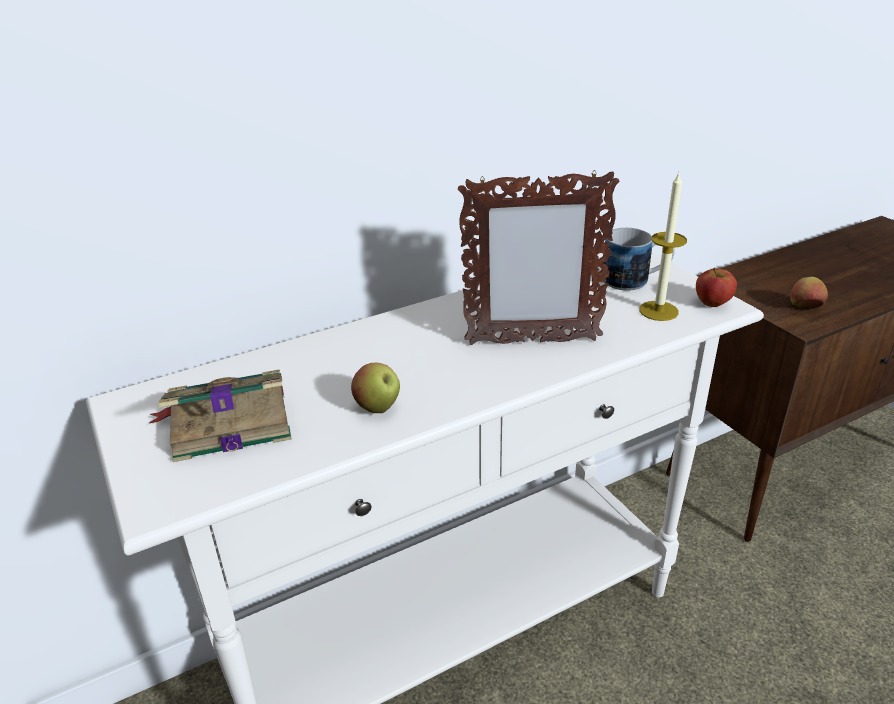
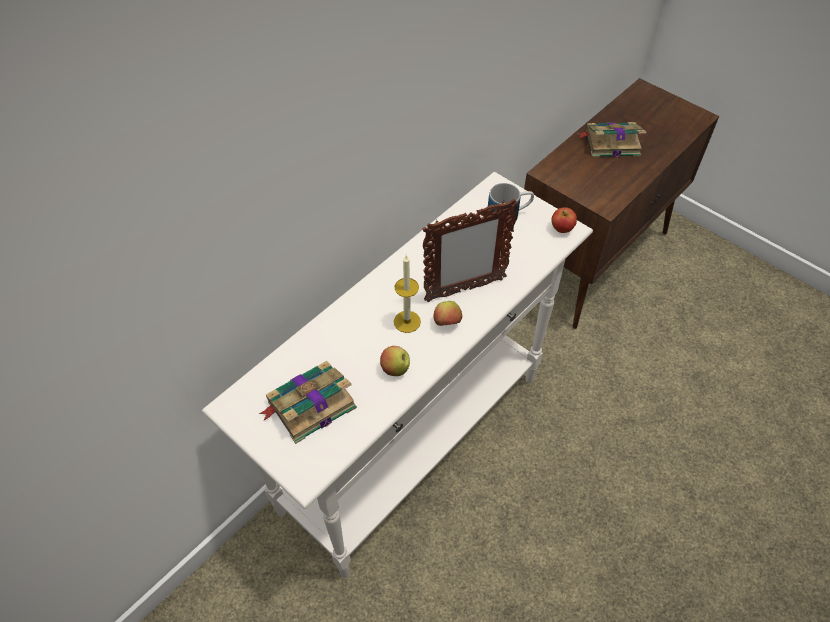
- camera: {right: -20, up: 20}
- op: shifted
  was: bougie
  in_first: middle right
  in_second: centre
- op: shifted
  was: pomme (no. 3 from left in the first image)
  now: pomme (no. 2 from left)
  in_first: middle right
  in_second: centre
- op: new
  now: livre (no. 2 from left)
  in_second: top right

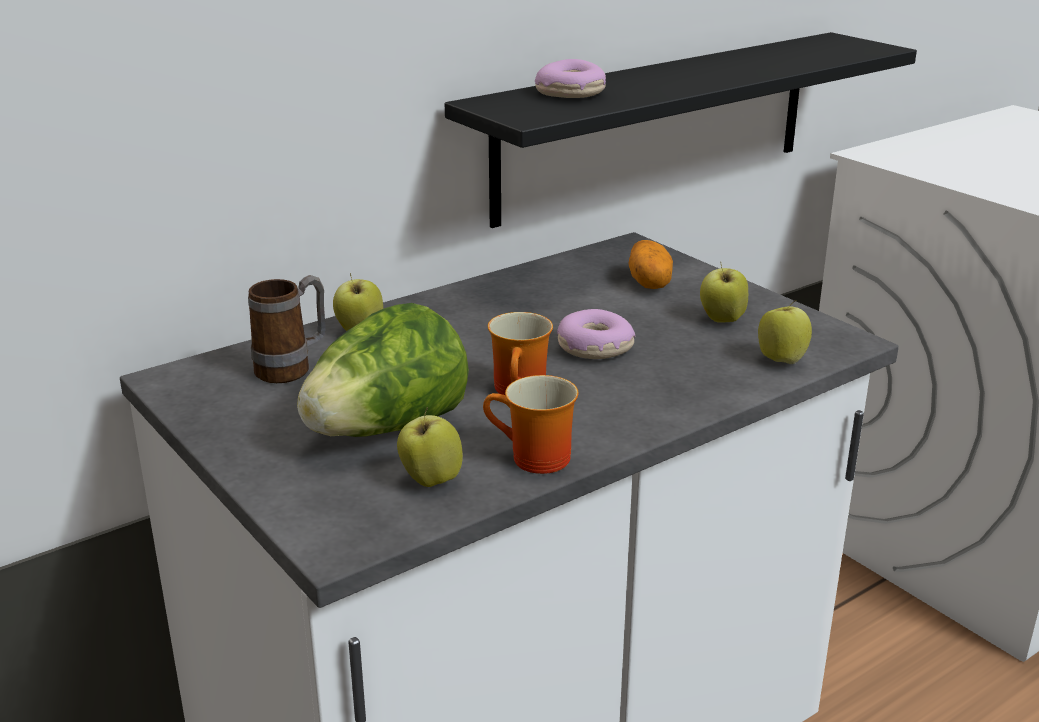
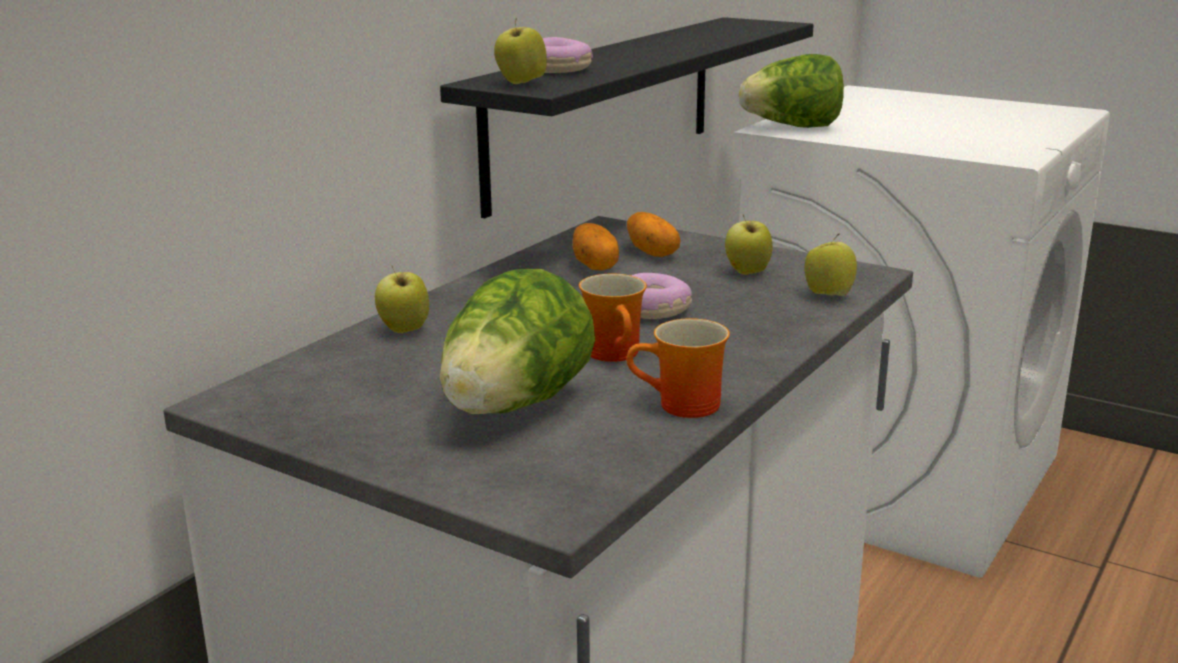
- camera: {right: -20, up: -5}
- op: shifted
  was: pomme (no. 2 from left)
  in_first: centre
  in_second: top centre
- op: new
  now: pomme de terre (no. 1 from left)
  in_second: centre
- op: new
  now: laitue (no. 2 from left)
  in_second: top right
- op: gone
  was: mug (no. 1 from left)
  in_first: middle left

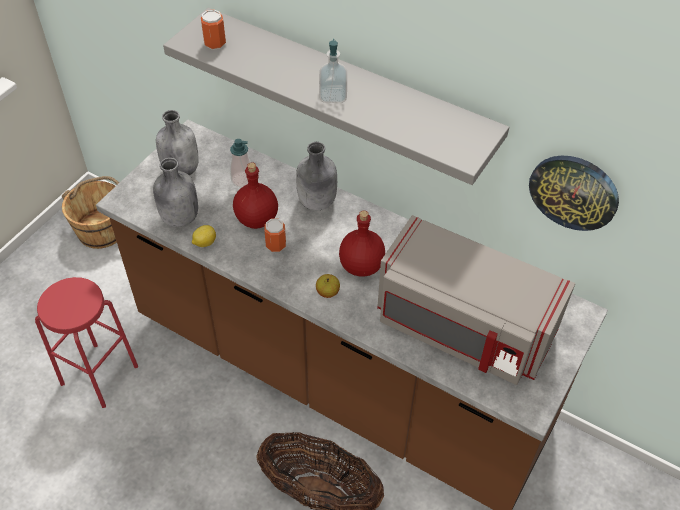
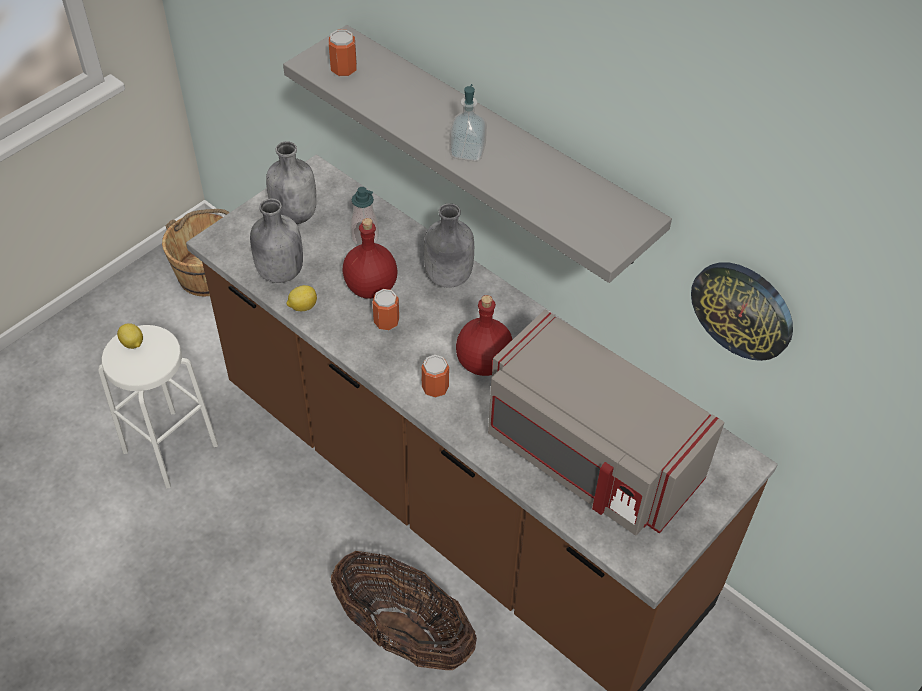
- camera: {right: 10, up: 0}
- op: repainted
  was: tabouret (rouge)
  now: tabouret (blanc)
  in_first: bottom left
  in_second: middle left
- op: new
  now: citron (no. 1 from left)
  in_second: middle left
- op: swapped
  was: pomme
  now: boîte métallique (no. 3 from left)
  in_first: centre
  in_second: centre

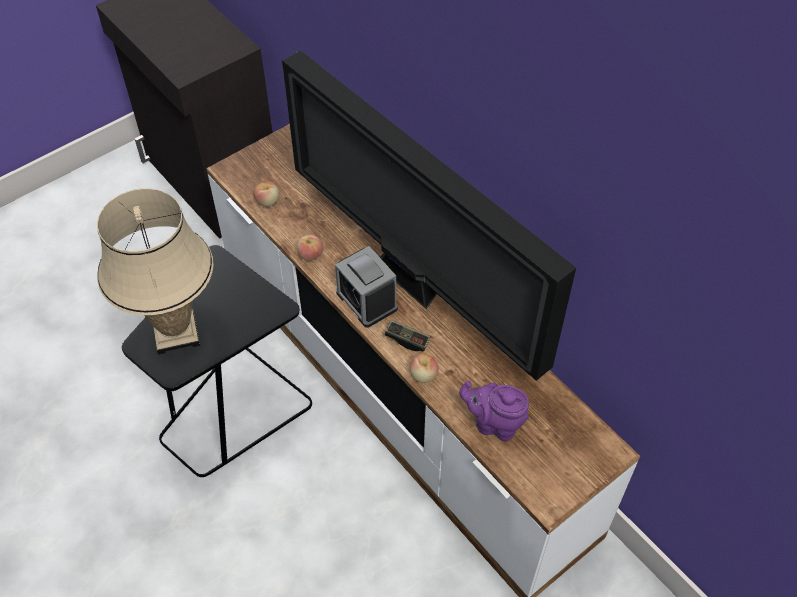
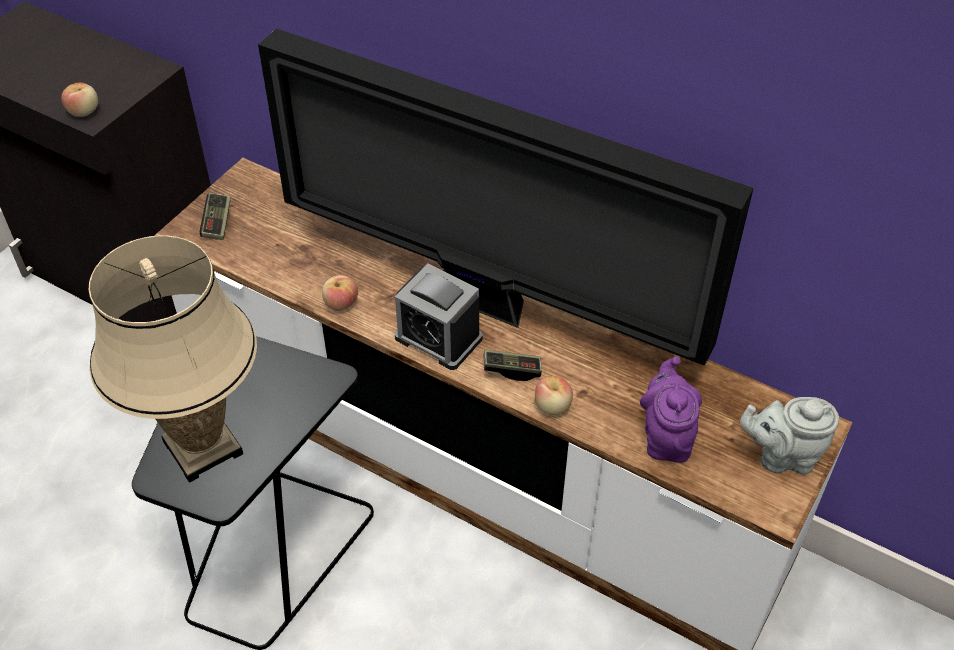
- camera: {right: -20, up: -5}
- op: shifted
  was: pomme (no. 1 from left)
  in_first: top centre
  in_second: top left
- op: new
  now: manette (no. 1 from left)
  in_second: top left
- op: rotated
  was: théière (violet)
  in_first: bottom centre
  in_second: middle right
  clockwise: 90
- op: new
  now: théière (gris)
  in_second: bottom right

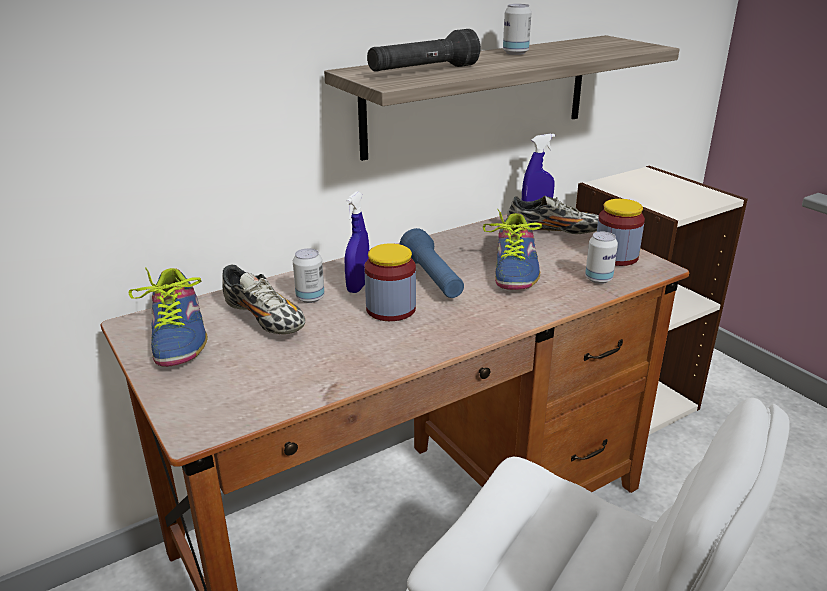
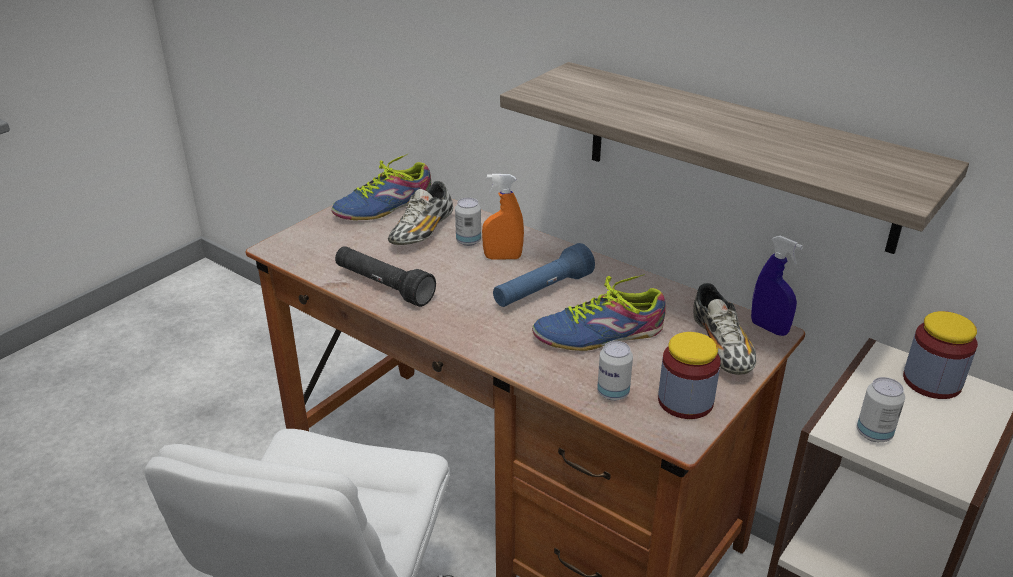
- camera: {right: 70, up: 5}
- op: shifted
  was: lampe de poche (noir)
  in_first: top centre
  in_second: centre
- op: repainted
  was: vaporisateur (bleu) (no. 1 from left)
  now: vaporisateur (orange)
  in_first: centre
  in_second: centre
- op: shifted
  was: boîte métallique (no. 2 from left in the first image)
  now: boîte métallique (no. 3 from left)
  in_first: top centre
  in_second: bottom right
- op: shifted
  was: bocal (no. 1 from left in the first image)
  now: bocal (no. 2 from left)
  in_first: centre
  in_second: middle right

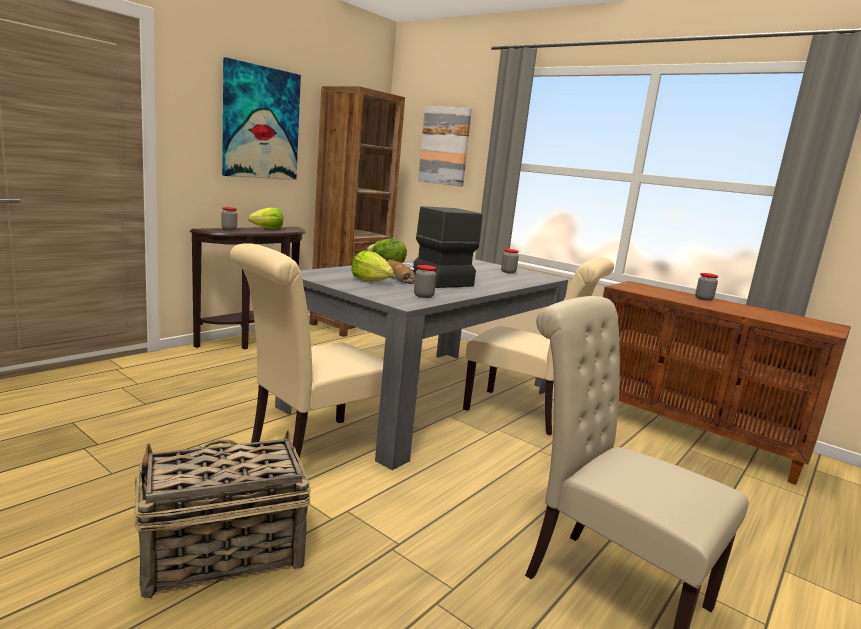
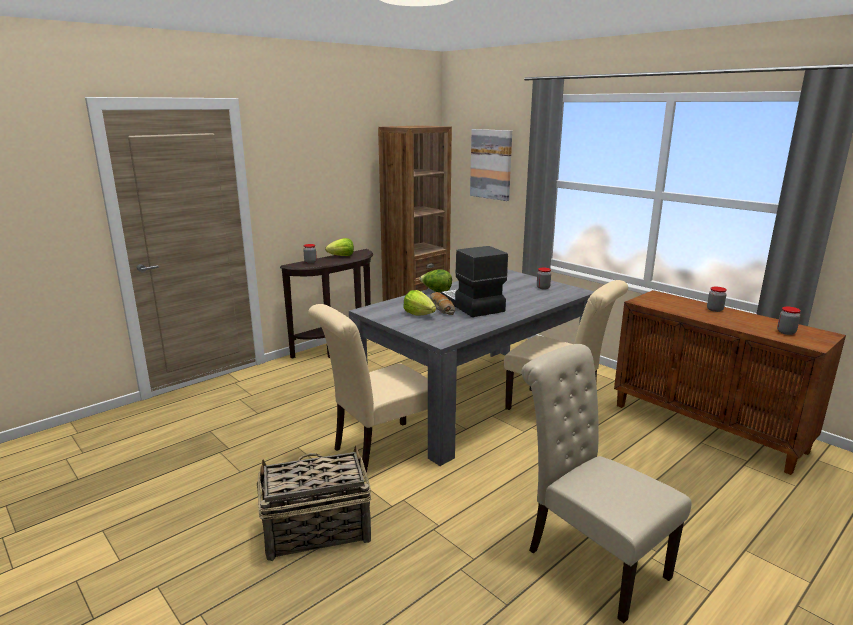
- camera: {right: 10, up: 5}
- op: shifted
  was: bocal (no. 2 from left in the first image)
  now: bocal (no. 4 from left)
  in_first: centre
  in_second: middle right
- op: gone
  was: tableau (no. 1 from left)
  in_first: top left

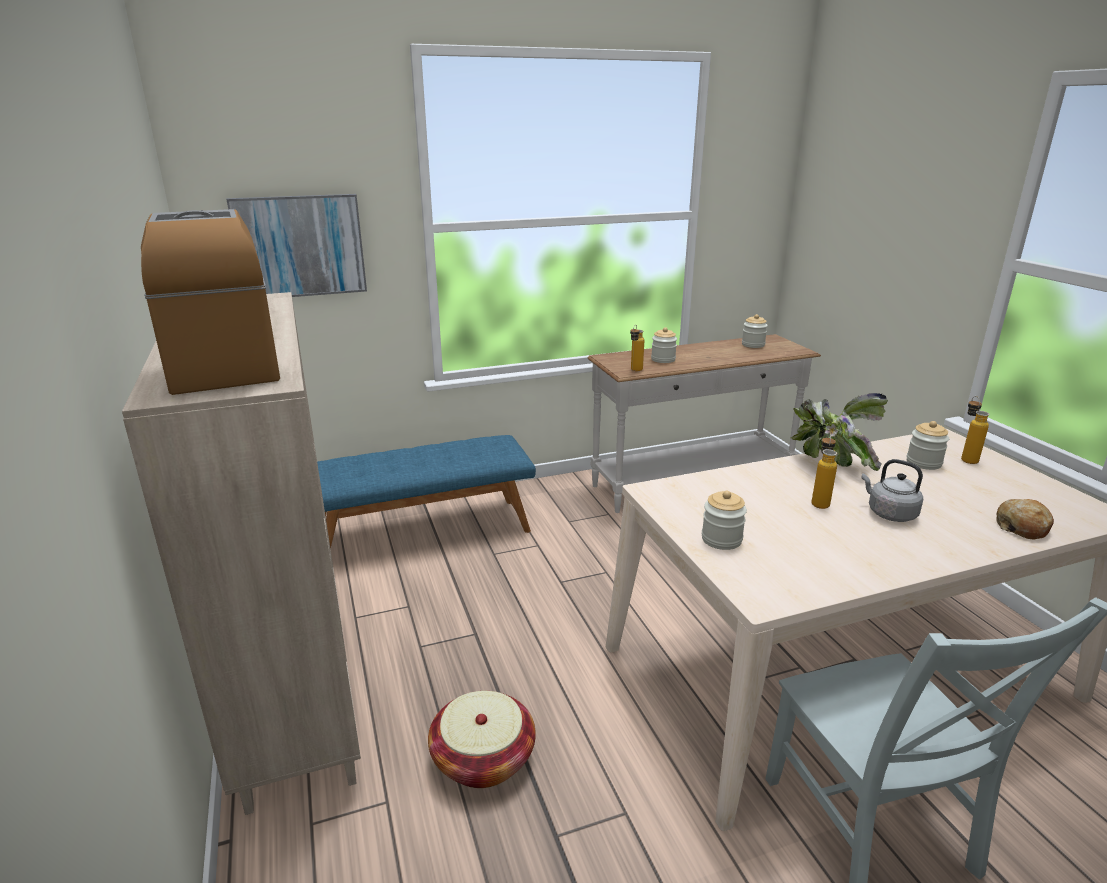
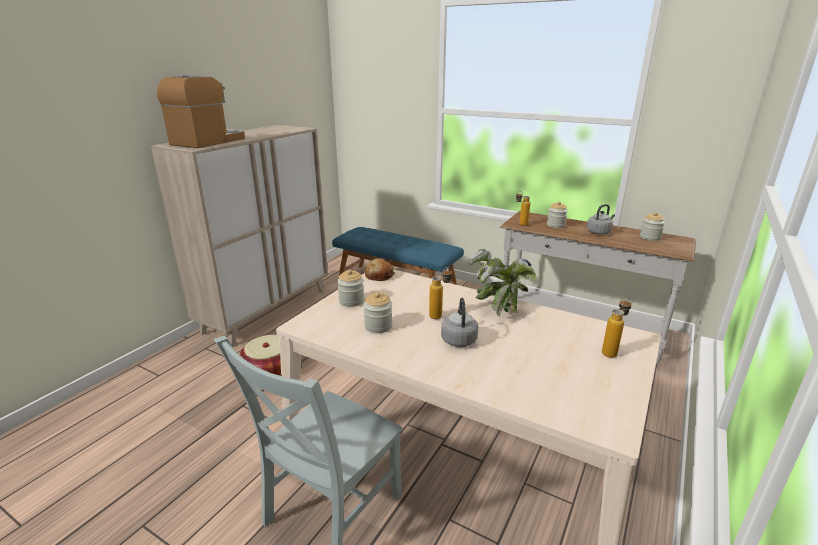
- camera: {right: 50, up: 0}
- op: shifted
  was: bocal (no. 4 from left in the first image)
  now: bocal (no. 2 from left)
  in_first: middle right
  in_second: centre
- op: shifted
  was: pain
  in_first: middle right
  in_second: centre
- op: new
  now: bouilloire (gris) (no. 2 from left)
  in_second: middle right
- op: gone
  was: tableau
  in_first: top left

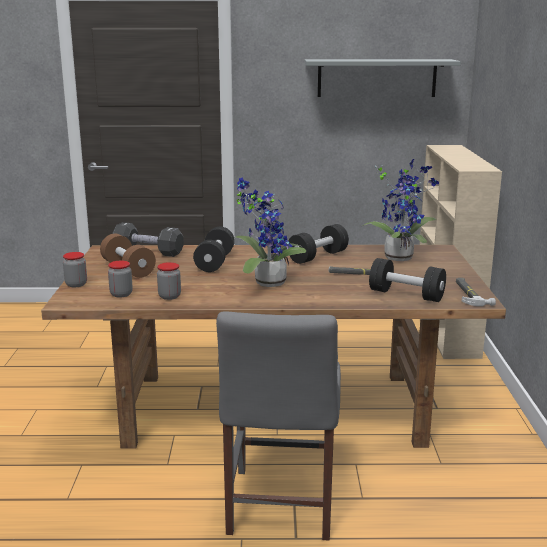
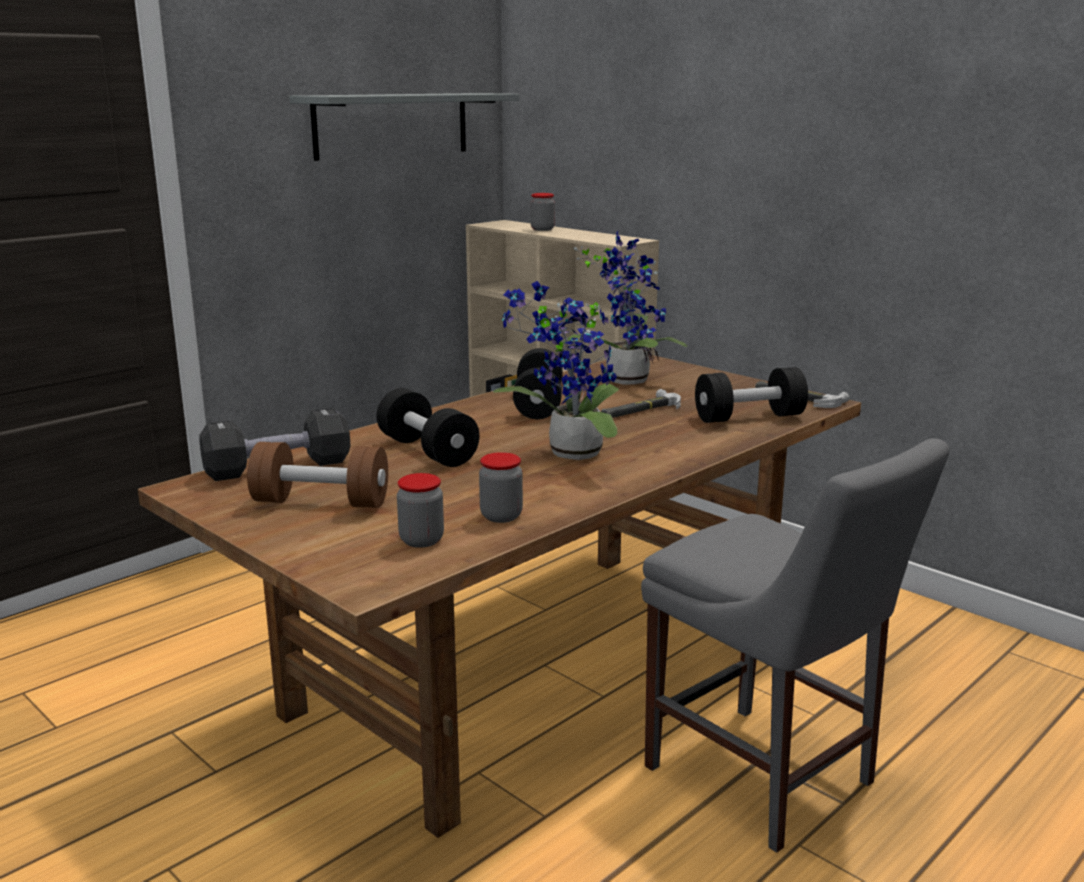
- camera: {right: -45, up: 0}
- op: shifted
  was: bocal (no. 1 from left in the first image)
  now: bocal (no. 3 from left)
  in_first: middle left
  in_second: top centre

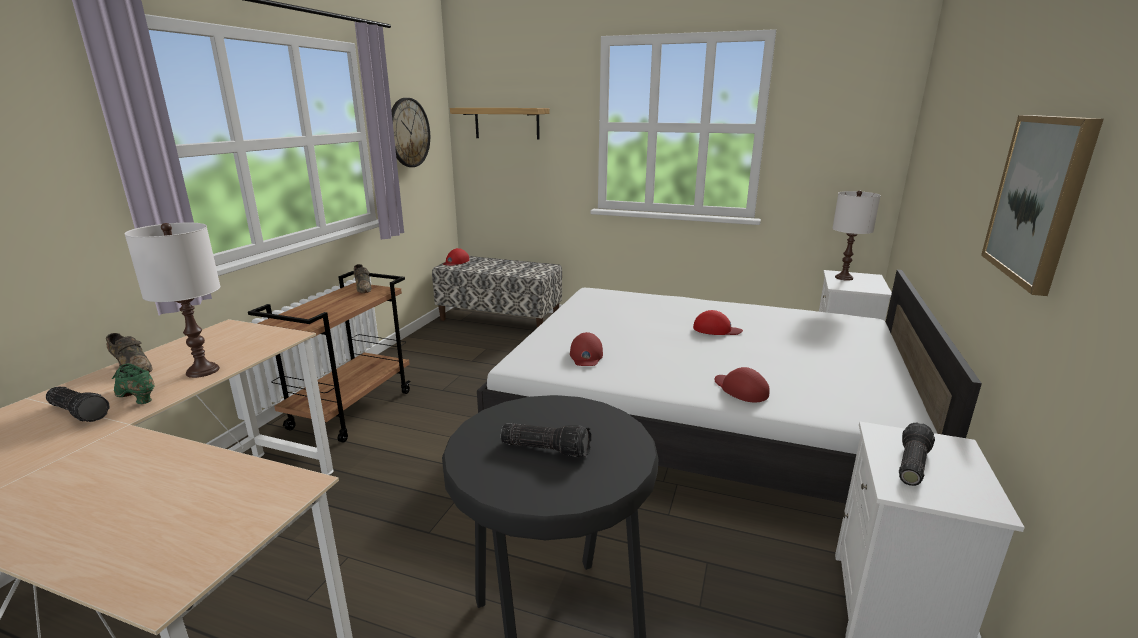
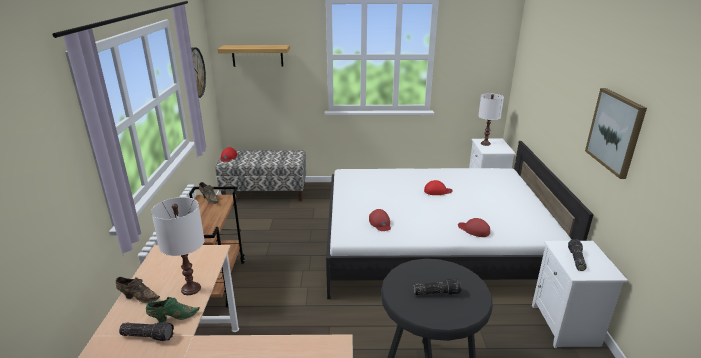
- camera: {right: -20, up: 5}
- op: rotated
  was: chaussure (vert)
  in_first: middle left
  in_second: bottom left
  clockwise: 150

